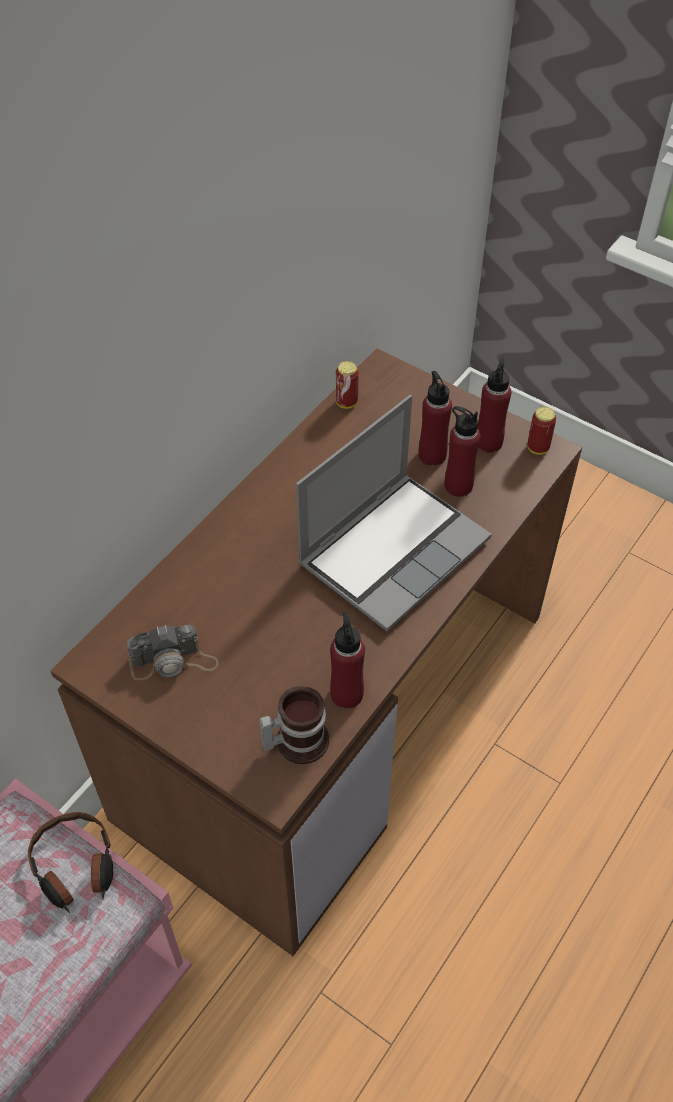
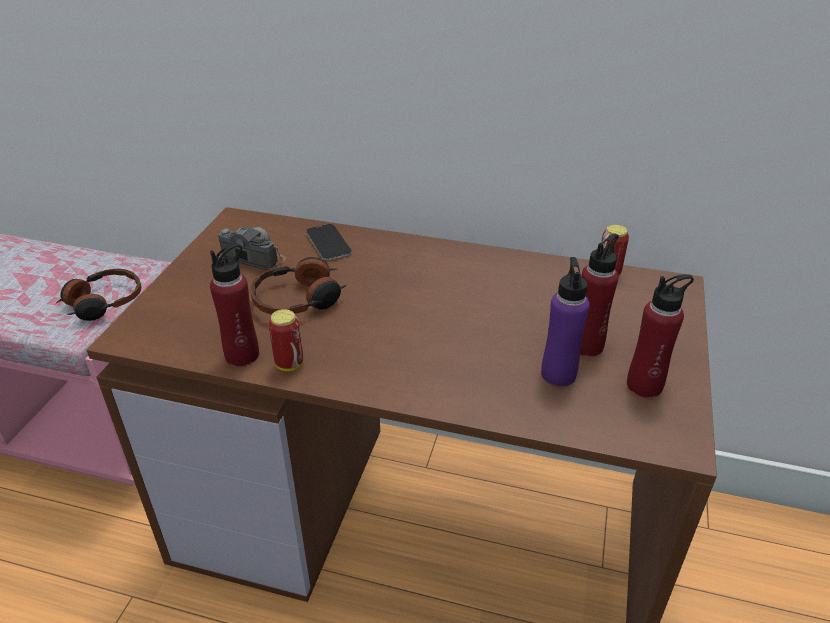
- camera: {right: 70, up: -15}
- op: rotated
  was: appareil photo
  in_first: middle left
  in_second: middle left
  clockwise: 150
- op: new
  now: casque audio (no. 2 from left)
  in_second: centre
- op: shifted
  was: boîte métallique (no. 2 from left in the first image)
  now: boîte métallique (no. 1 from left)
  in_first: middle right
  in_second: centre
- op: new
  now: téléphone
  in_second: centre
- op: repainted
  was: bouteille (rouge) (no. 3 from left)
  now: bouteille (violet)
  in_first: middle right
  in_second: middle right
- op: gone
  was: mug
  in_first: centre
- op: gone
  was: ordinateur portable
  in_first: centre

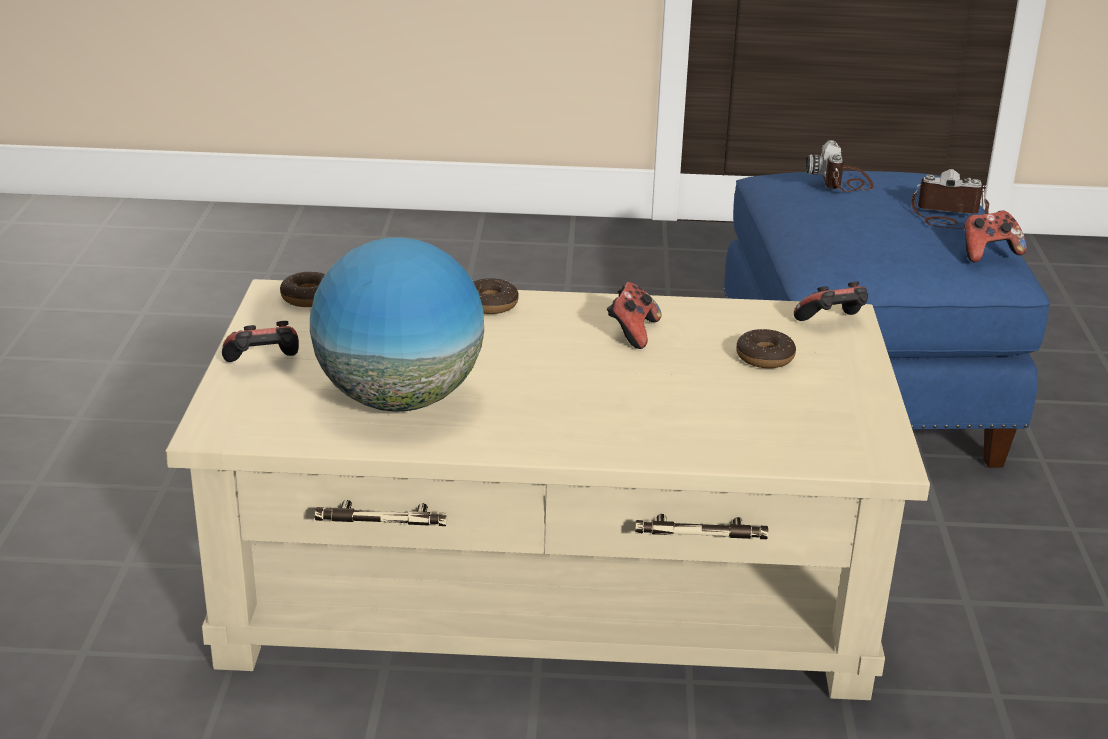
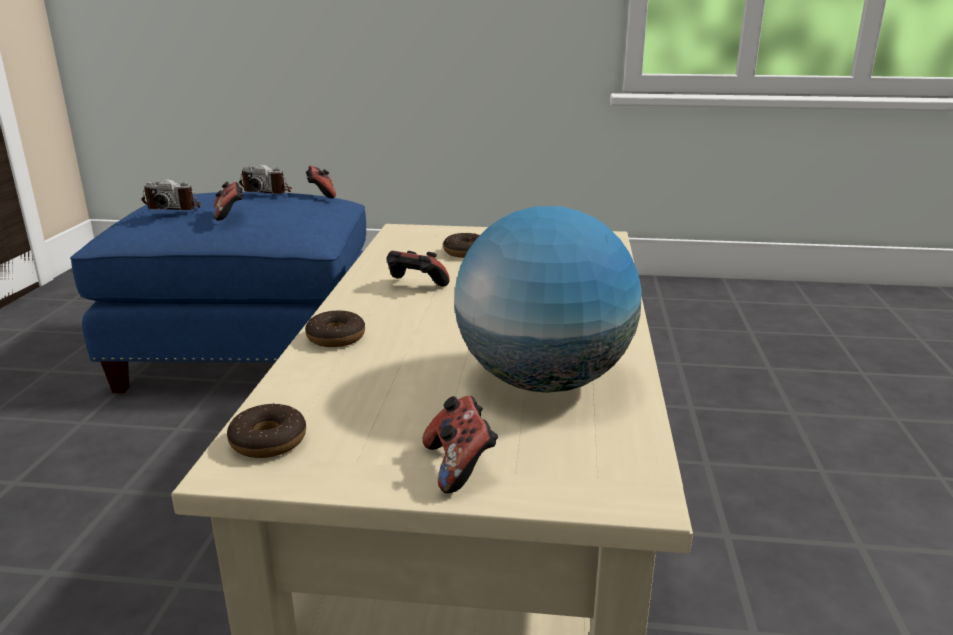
- camera: {right: -85, up: -5}
- op: shifted
  was: manette (no. 3 from left in the first image)
  now: manette (no. 1 from left)
  in_first: middle right
  in_second: top left
- op: rotated
  was: appareil photo (no. 2 from left)
  in_first: top right
  in_second: top left
  clockwise: -90

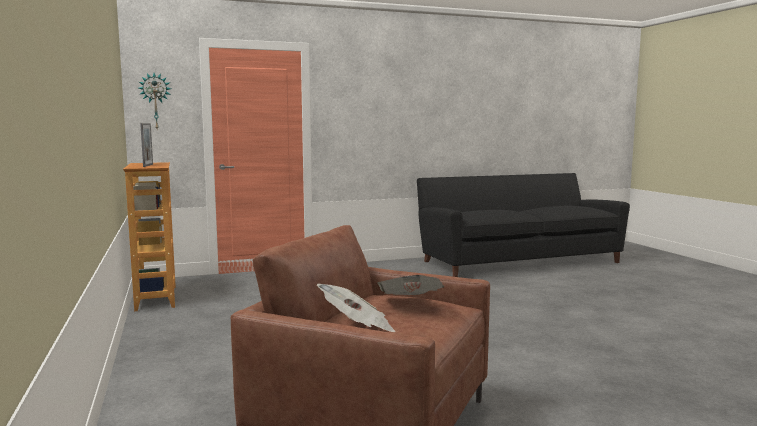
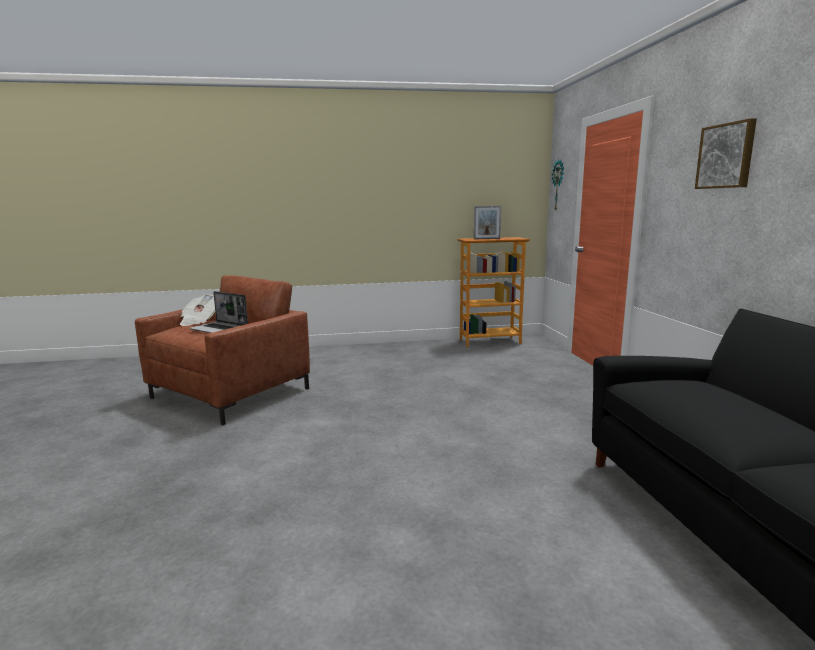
- camera: {right: 100, up: 5}
- op: swapped
  was: journal (no. 2 from left)
  now: ordinateur portable
  in_first: bottom centre
  in_second: middle left
- op: new
  now: tableau
  in_second: top right

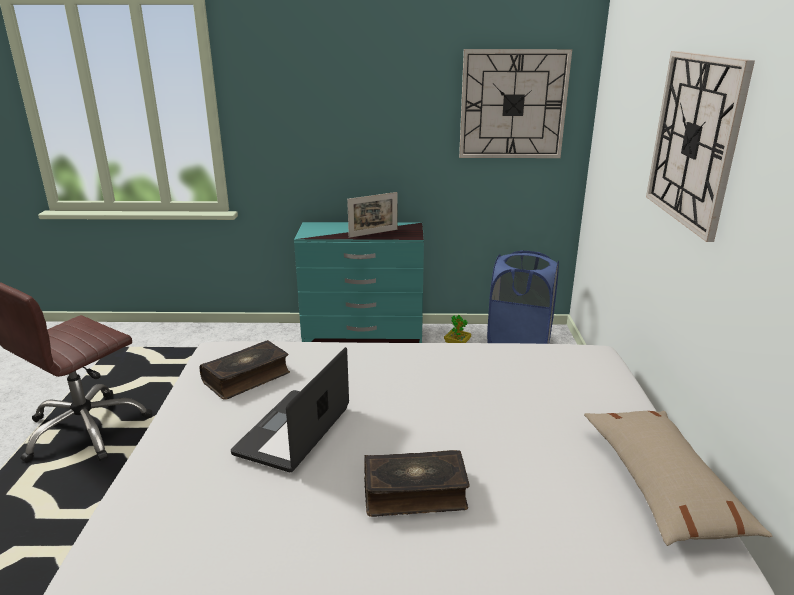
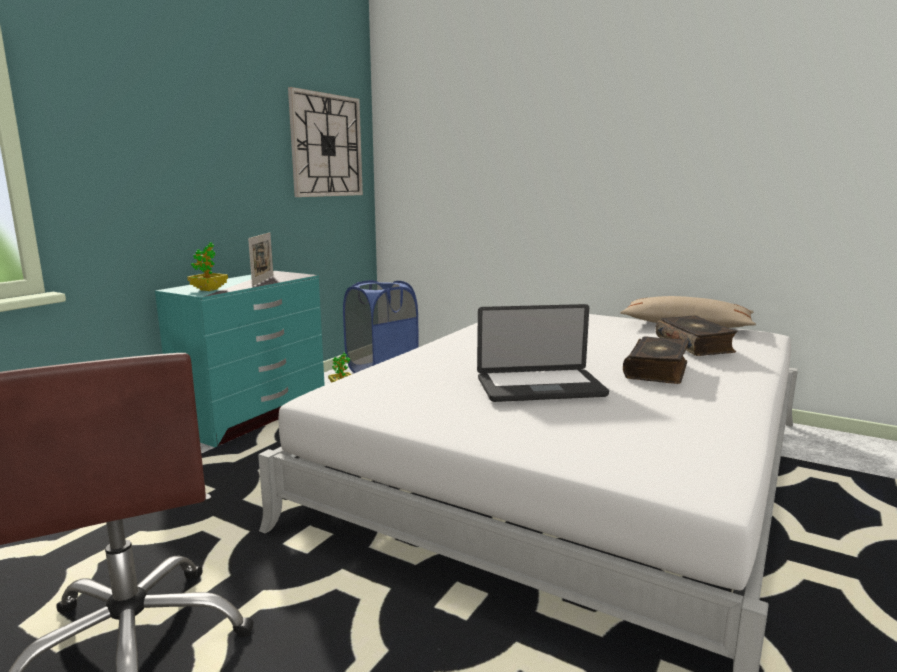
- camera: {right: -60, up: -10}
- op: new
  now: plante en pot (no. 1 from left)
  in_second: middle left
- op: rotated
  was: ordinateur portable
  in_first: bottom centre
  in_second: centre
  clockwise: -60
- op: shifted
  was: livre (no. 1 from left in the first image)
  now: livre (no. 2 from left)
  in_first: middle left
  in_second: middle right
- op: gone
  was: horloge murale (no. 2 from left)
  in_first: top right

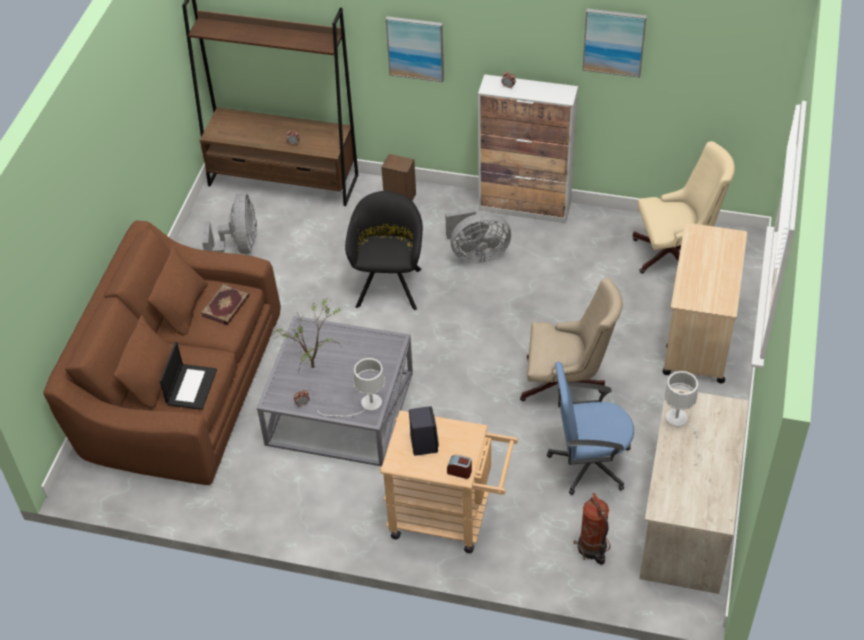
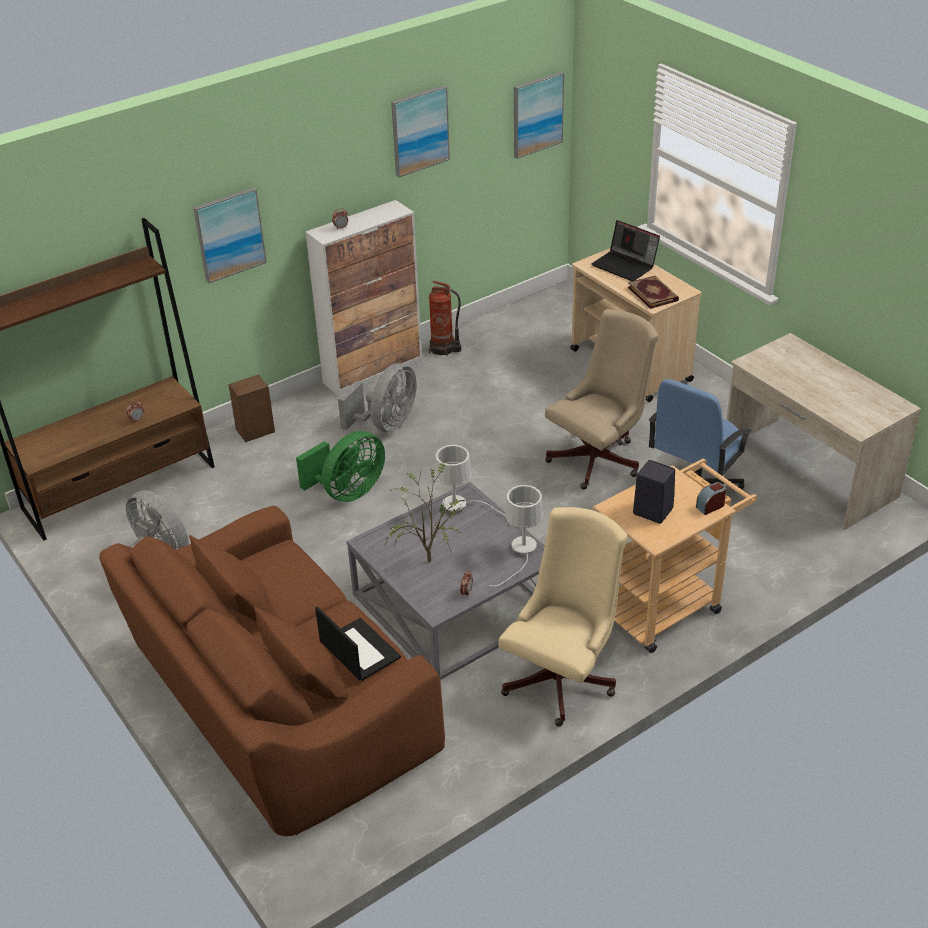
- camera: {right: -50, up: -10}
- op: swapped
  was: fauteuil (noir)
  now: ventilateur (vert)
  in_first: centre
  in_second: centre
- op: shifted
  was: extincteur
  in_first: bottom right
  in_second: centre
- op: shifted
  was: lampe de table (blanc) (no. 2 from left in the first image)
  now: lampe de table (blanc) (no. 1 from left)
  in_first: middle right
  in_second: centre
- op: shifted
  was: chaise de bureau (beige) (no. 2 from left in the first image)
  now: chaise de bureau (beige) (no. 1 from left)
  in_first: top right
  in_second: centre
- op: new
  now: tableau (no. 3 from left)
  in_second: top centre
- op: new
  now: ordinateur portable (no. 2 from left)
  in_second: top right
- op: shifted
  was: livre
  in_first: middle left
  in_second: top right

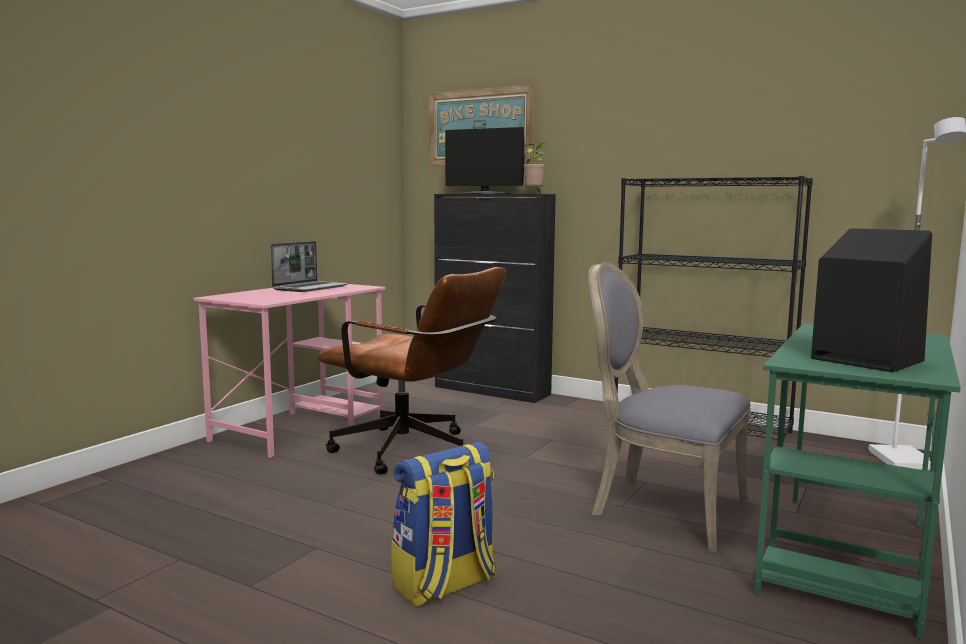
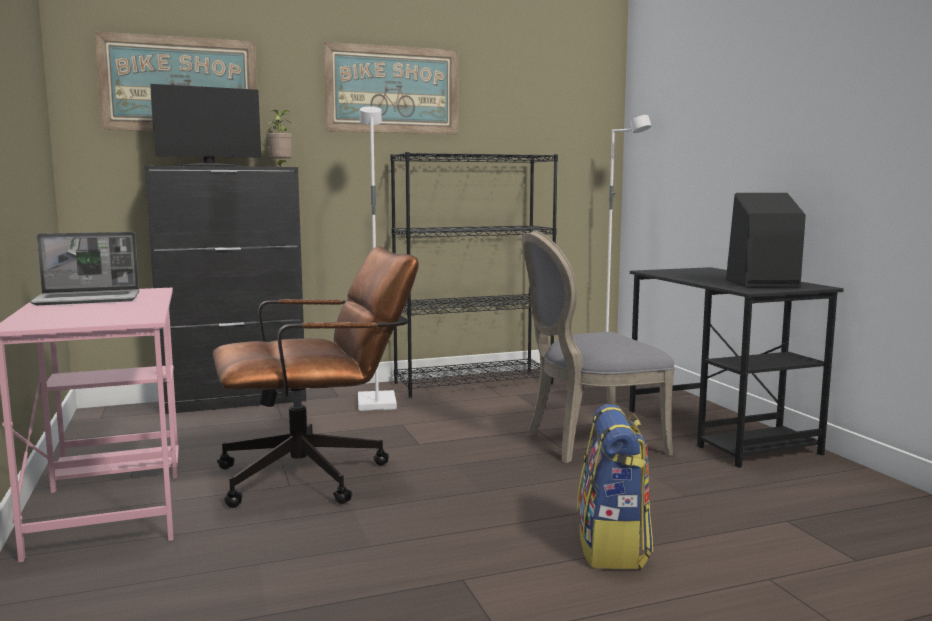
- camera: {right: -50, up: 0}
- op: rotated
  was: ordinateur portable
  in_first: middle left
  in_second: middle left
  clockwise: 90
- op: new
  now: tableau (no. 2 from left)
  in_second: top centre
- op: new
  now: lampadaire (blanc) (no. 1 from left)
  in_second: centre
- op: repainted
  was: bureau (vert)
  now: bureau (noir)
  in_first: bottom right
  in_second: middle right

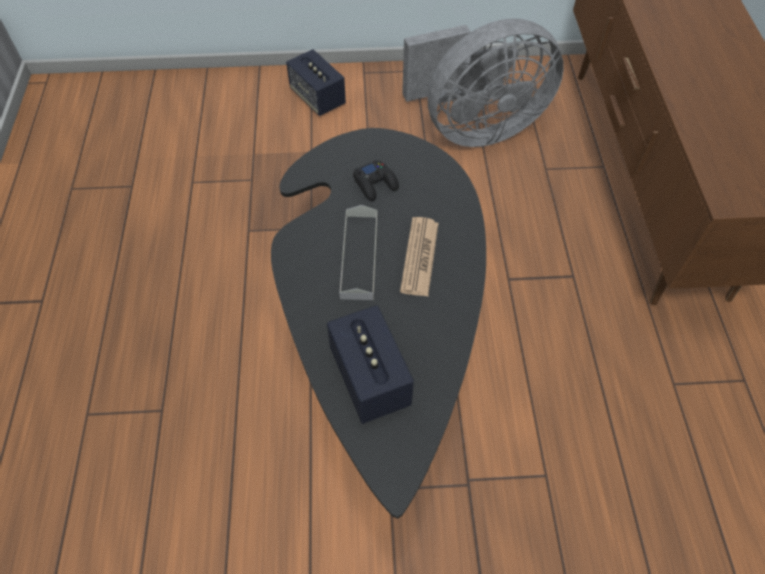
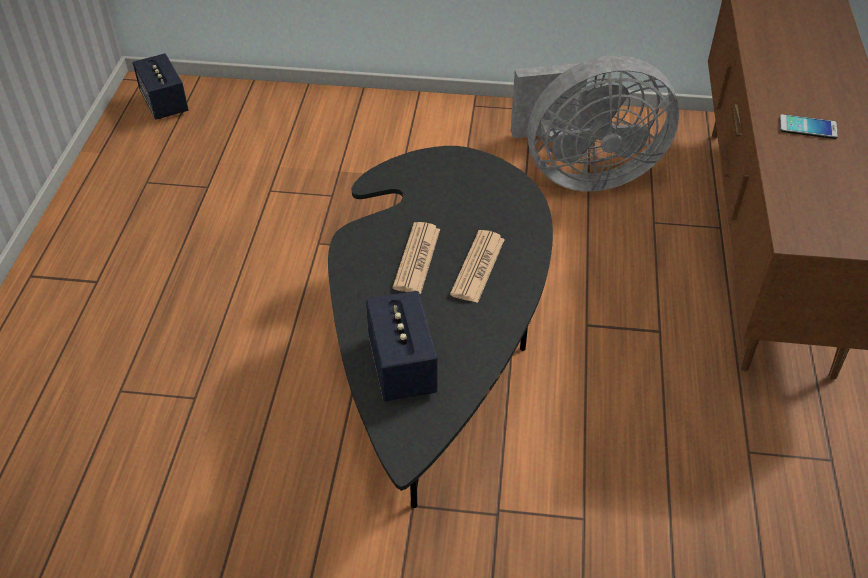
- camera: {right: 10, up: -10}
- op: shifted
  was: enceinte (no. 1 from left)
  in_first: top centre
  in_second: top left
- op: swapped
  was: plateau (gris)
  now: journal (no. 1 from left)
  in_first: centre
  in_second: centre
- op: new
  now: téléphone
  in_second: top right
- op: gone
  was: manette (noir)
  in_first: top centre

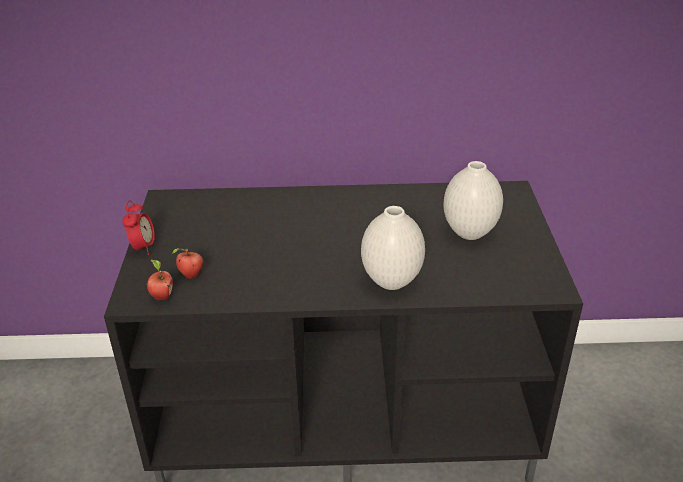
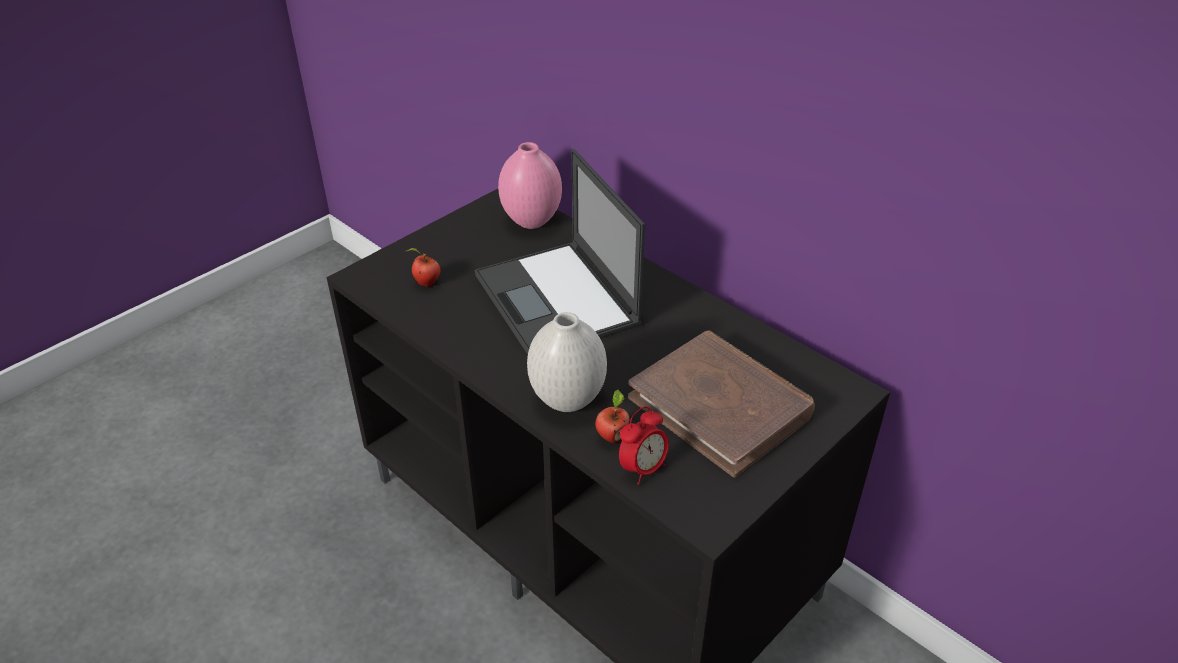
- camera: {right: 45, up: 5}
- op: new
  now: ordinateur portable
  in_second: centre
- op: new
  now: vase (rose)
  in_second: top centre
- op: shifted
  was: pomme (no. 1 from left in the first image)
  now: pomme (no. 2 from left)
  in_first: middle left
  in_second: centre
- op: shifted
  was: réveil
  in_first: middle left
  in_second: bottom centre
- op: swapped
  was: vase (blanc) (no. 2 from left)
  now: livre (marron)
  in_first: middle right
  in_second: centre

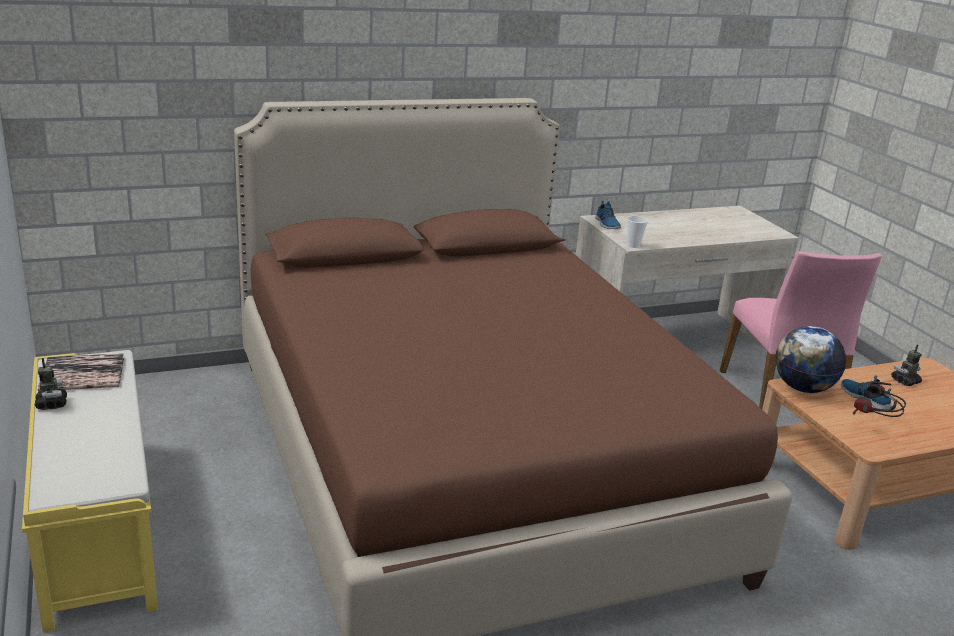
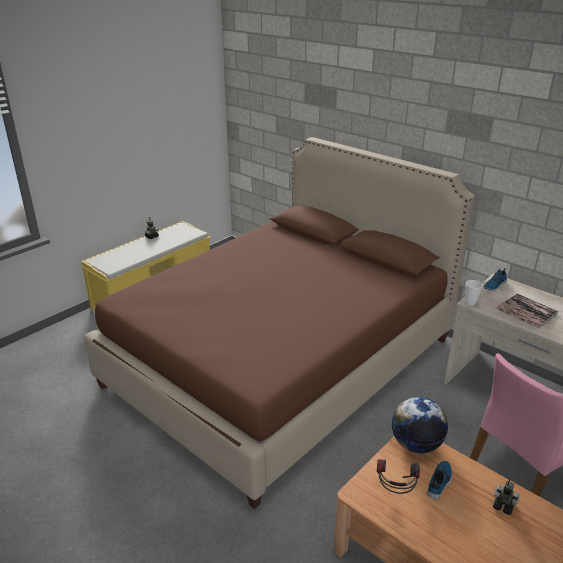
- camera: {right: 65, up: 5}
- op: shifted
  was: livre
  in_first: middle left
  in_second: middle right

